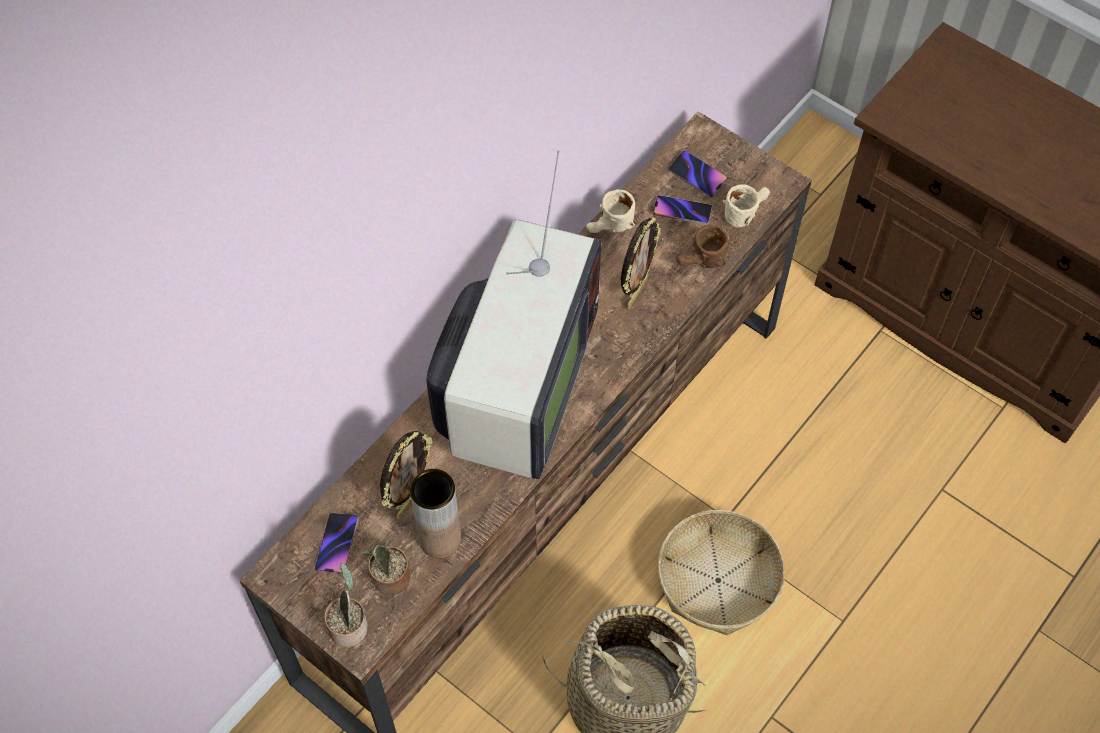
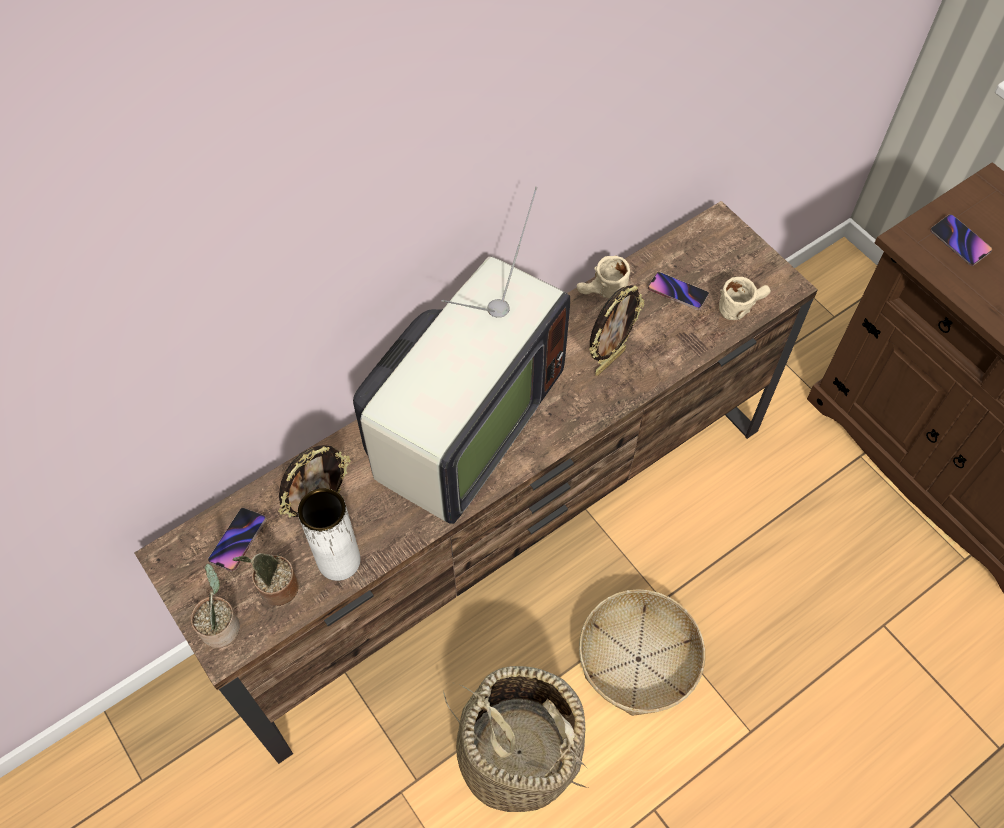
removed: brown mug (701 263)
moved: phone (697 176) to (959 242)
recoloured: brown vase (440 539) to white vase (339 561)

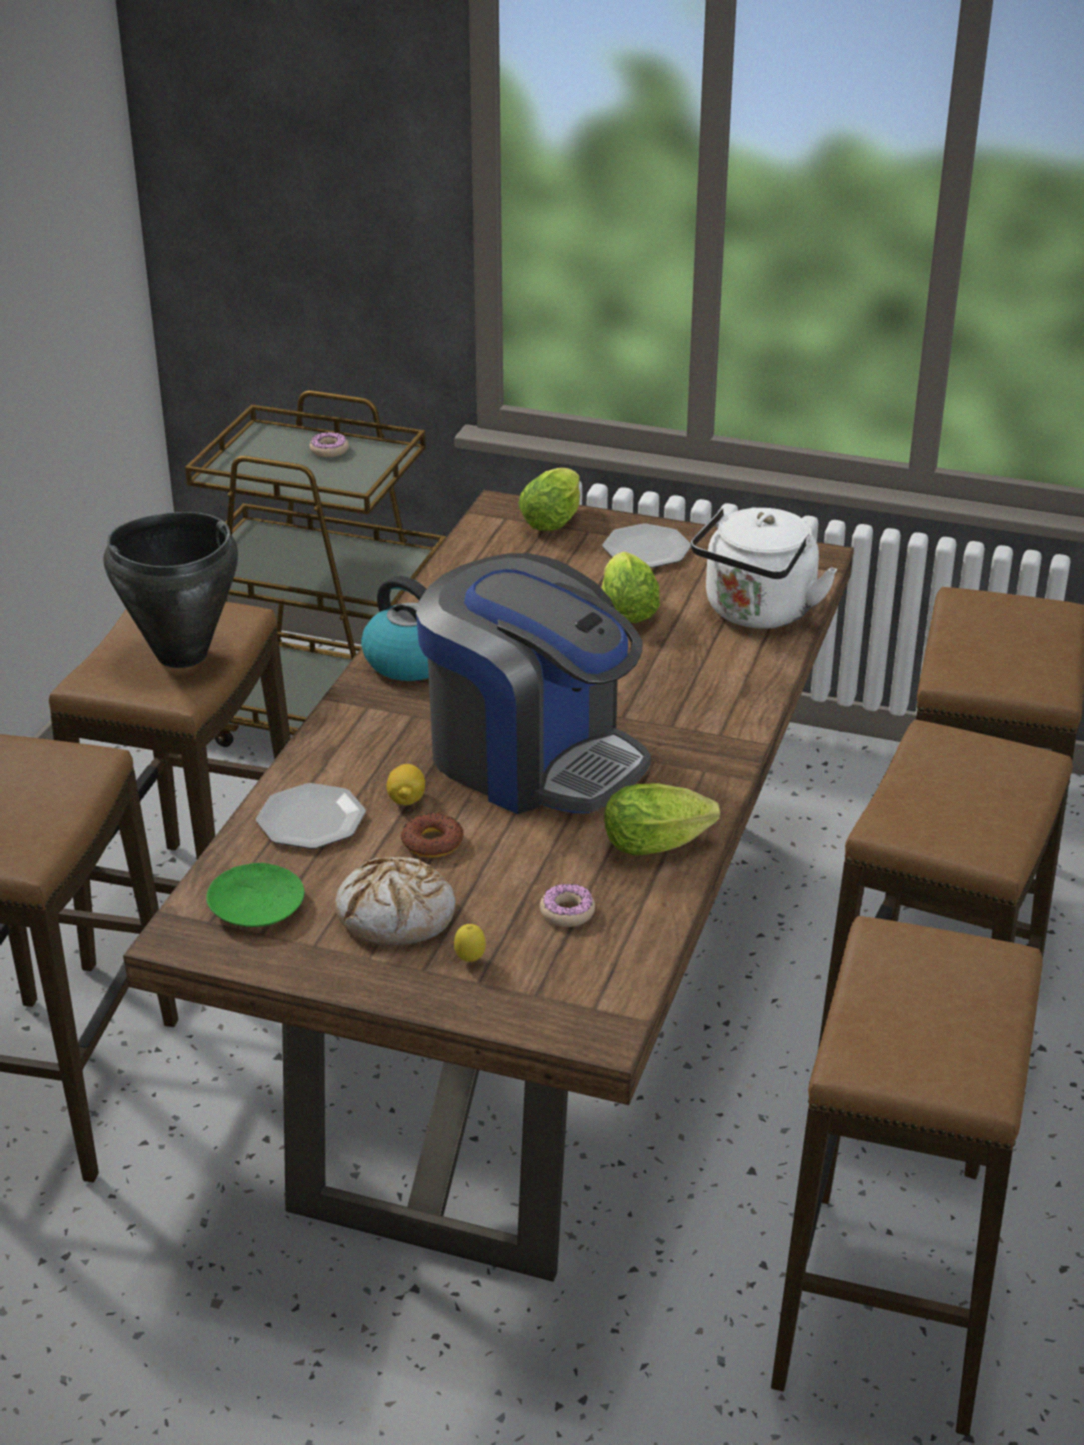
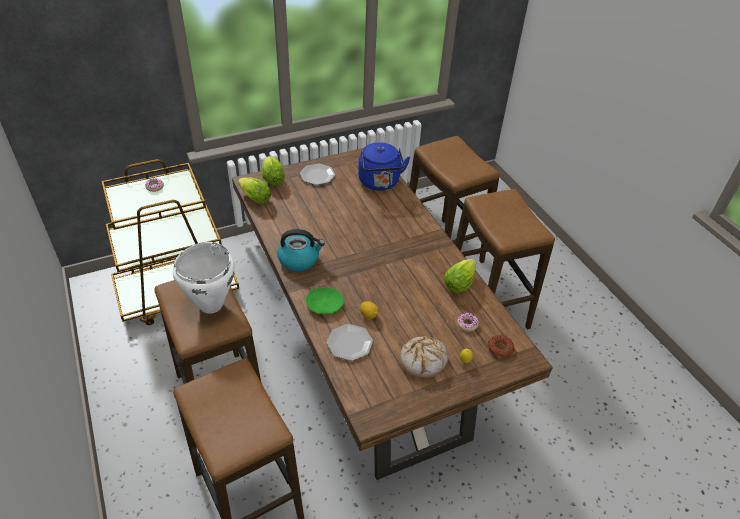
removed: coffee maker (532 758); sitting stool (889 1309)
moved: lettuce (626 608) to (254 198); doughnut (432 842) to (500 348); greenish dinner plate (256 905) to (324 304)
recoloured: white water kettle (756 613) to bluish water kettle (380 183); black cooking pot (180 654) to white cooking pot (210 305)

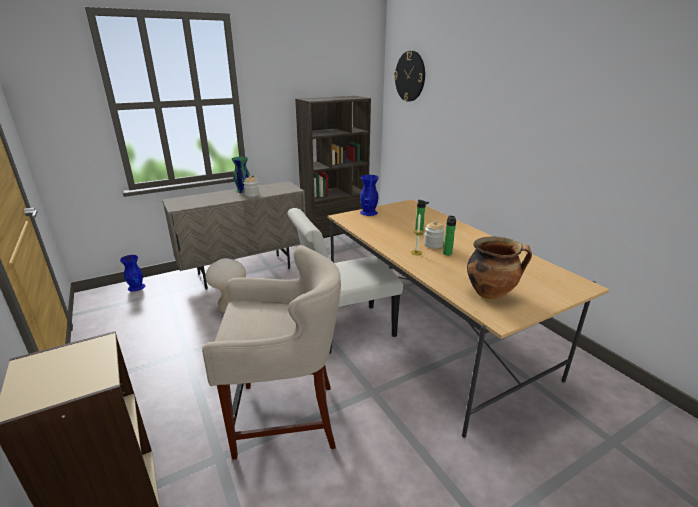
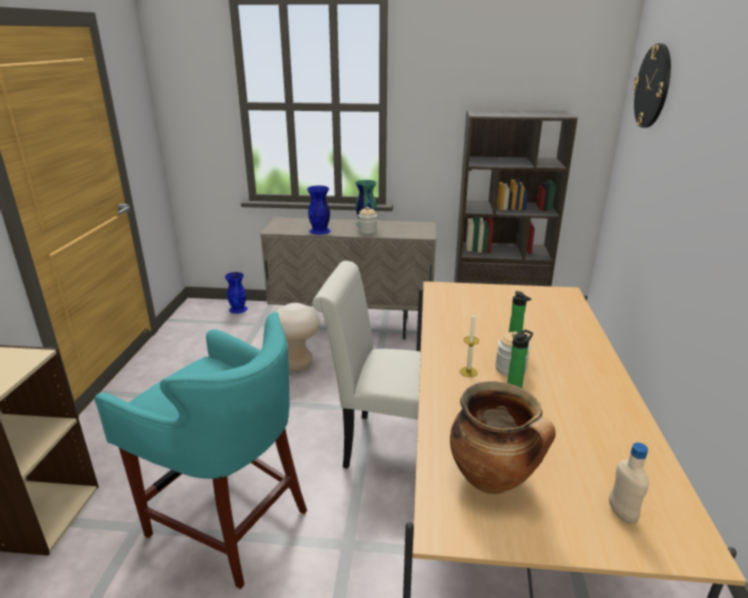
added: sand-coloured beverage bottle (621 513)
moved: bluish vase (368 212) to (319 231)
recoloured: sand-coloured sitting stool (284 417) to turquoise-coloured sitting stool (229 519)

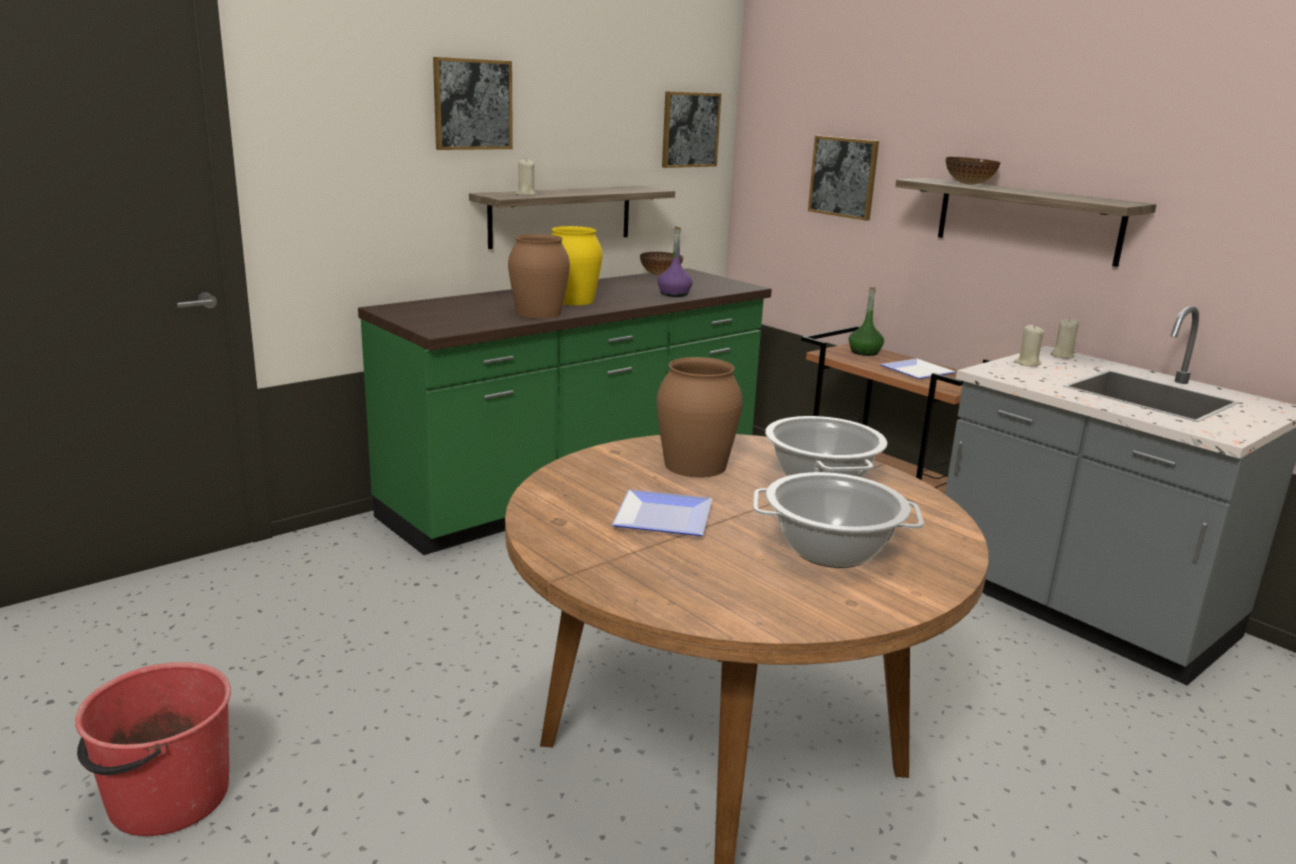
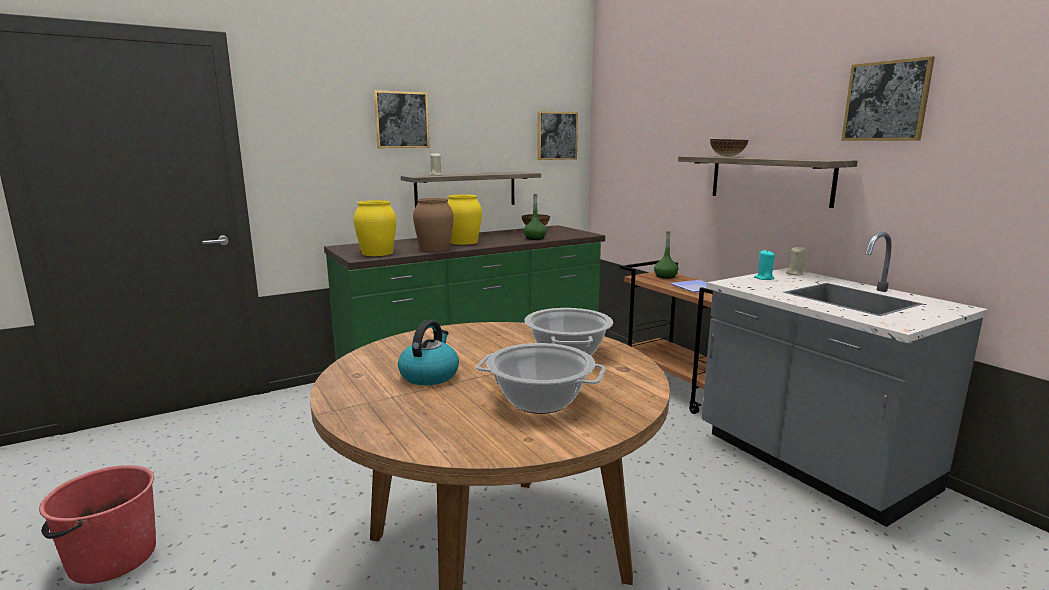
removed: brown vase (694 465)
added: yellow vase (377 253)
moved: wall art (843 177) to (886 101)
replaced: dinner plate (659 518) to water kettle (429 375)
recoloured: purple-coloured beverage bottle (674 294) to greenish beverage bottle (535 238); sand-coloured candle (1027 363) to turquoise-coloured candle (763 278)

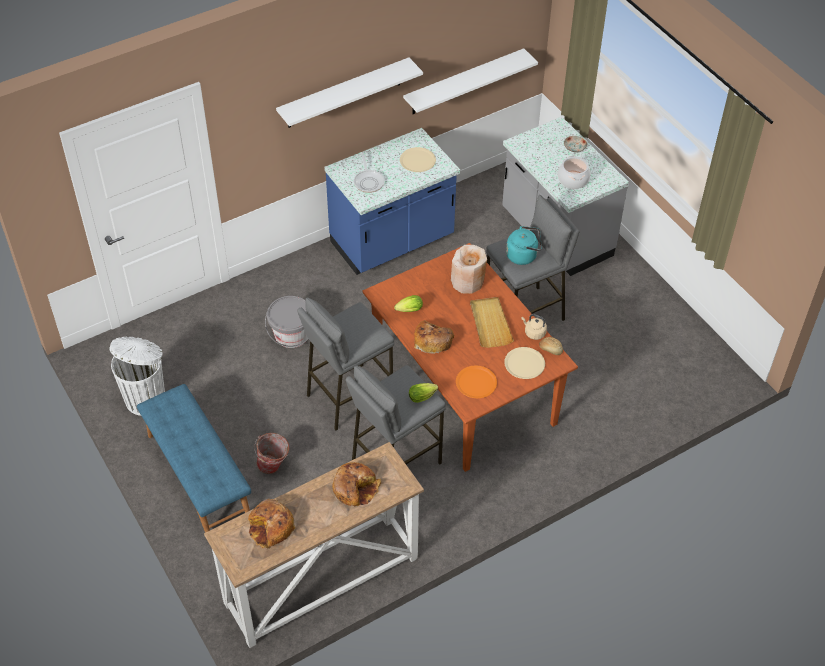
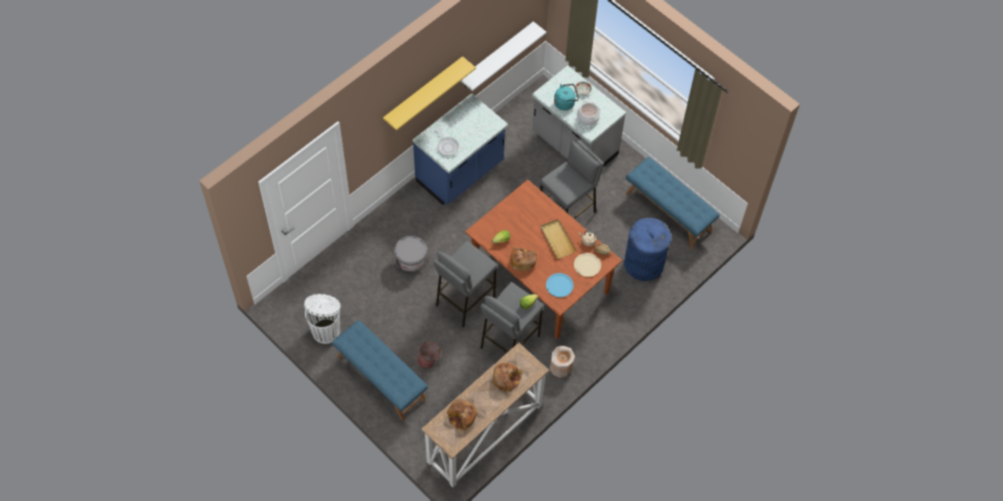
removed: sand-coloured dinner plate (417 160)
added: bluish bench (668 212); bluish trash can (644 263)
moved: turquoise-coloured water kettle (523 255) to (565 103); sand-coloured vase (468 281) to (561 367)
recoloured: white bracket shelf (344 93) to yellow bracket shelf (423 92); orangey dinner plate (476 382) to bluish dinner plate (559 285)

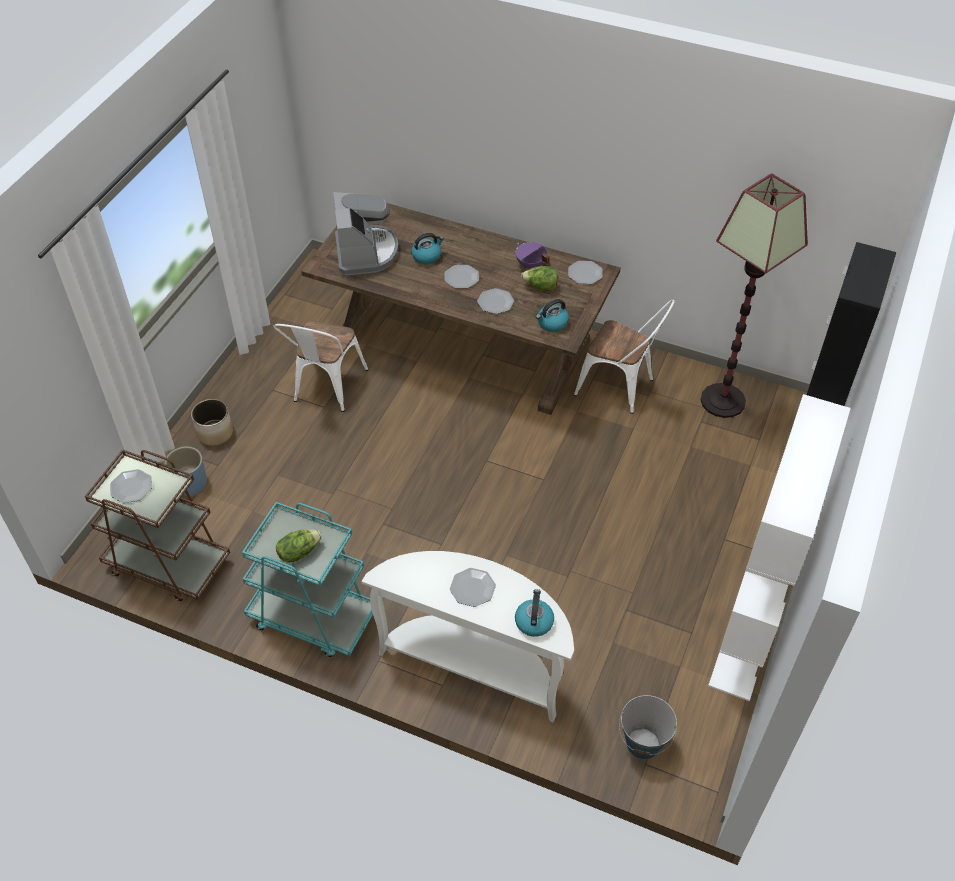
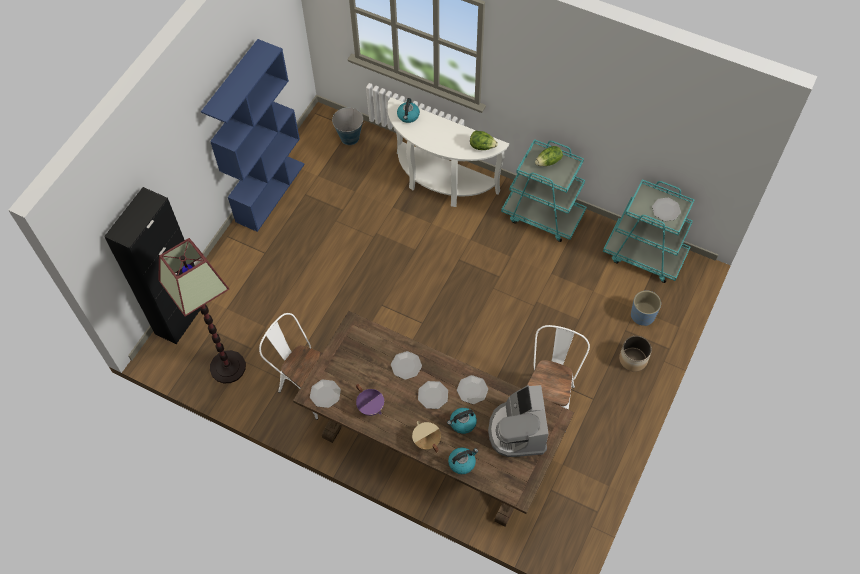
added: sand-coloured cooking pot (426 441)
moved: lettuce (540 287) to (482 146); water kettle (552 323) to (462 462); dinner plate (472 588) to (472 390)
recoloured: white shelving unit (748 633) to bluish shelving unit (270 192); brown trolley (167 564) to turquoise-coloured trolley (645 255)

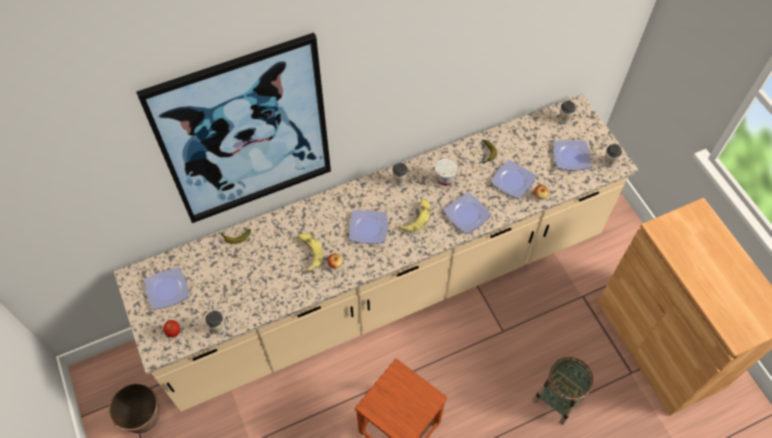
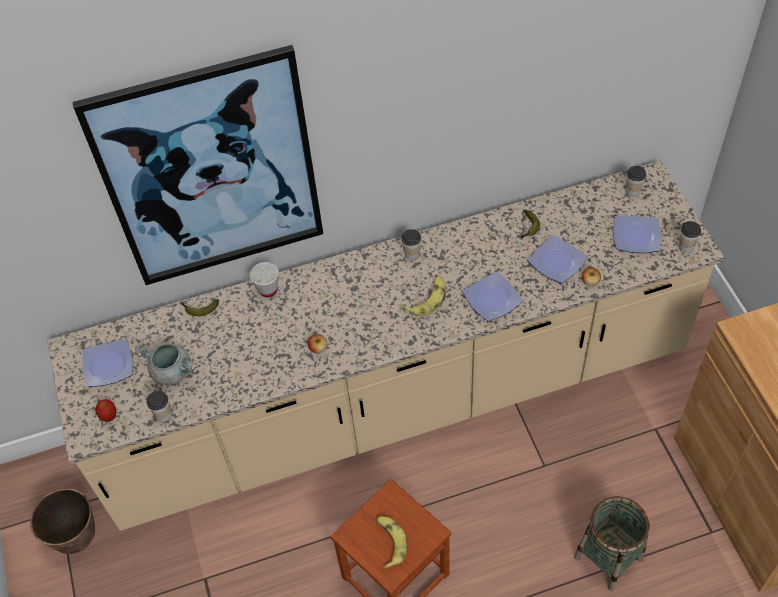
removed: dinner plate (367 227)
added: grey cooking pot (172 371)
moved: white drinking cup (444 180) to (268 290); banana fruit (310 252) to (390 542)

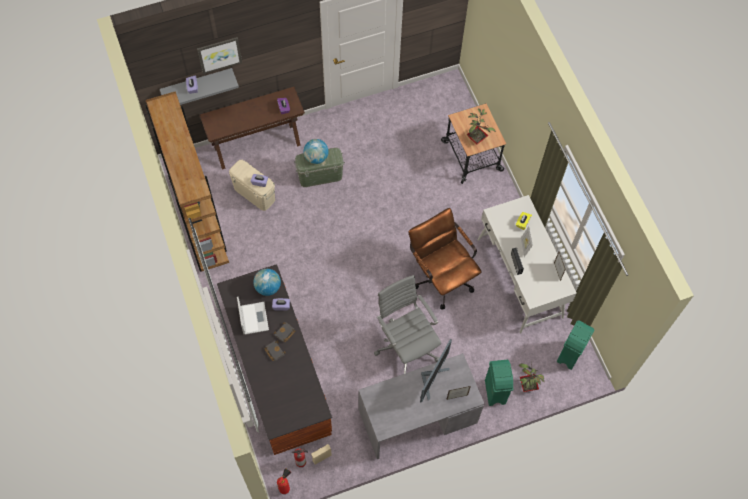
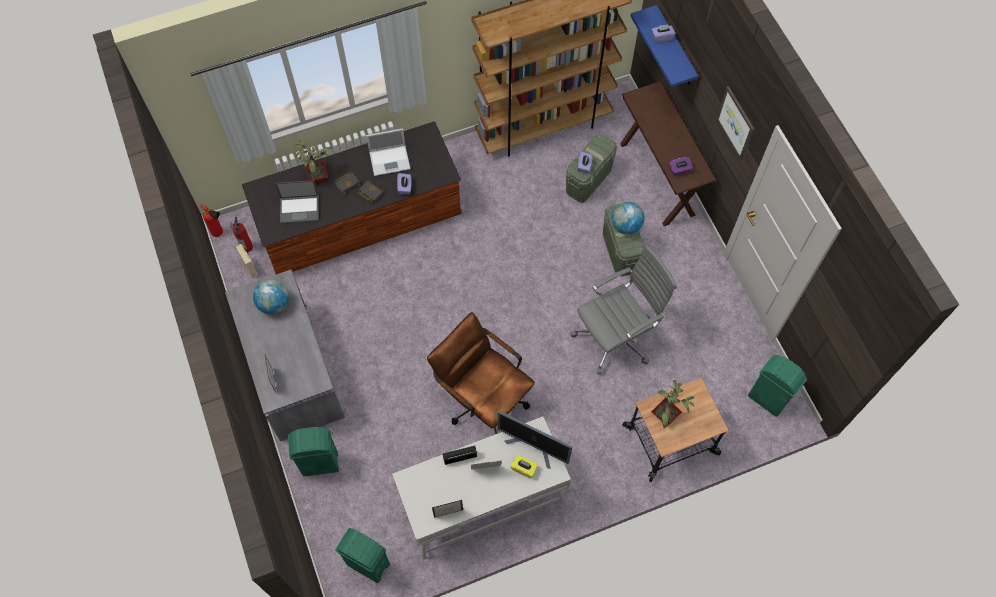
added: laptop (300 209); greenish trash can (768 399)
moved: wall art (219 54) to (736 123); world globe (268 287) to (274 304); grey computer chair (406 345) to (616 336); computer display (432 378) to (534 446); houseplant (527 385) to (318 175)
recoloured: grey bracket shelf (197 84) to bluish bracket shelf (675 48); sand-coloured storage bin (254 193) to greenish storage bin (588 180)
turned: brown computer chair (441 276) = (482 398) 105 degrees counterclockwise

